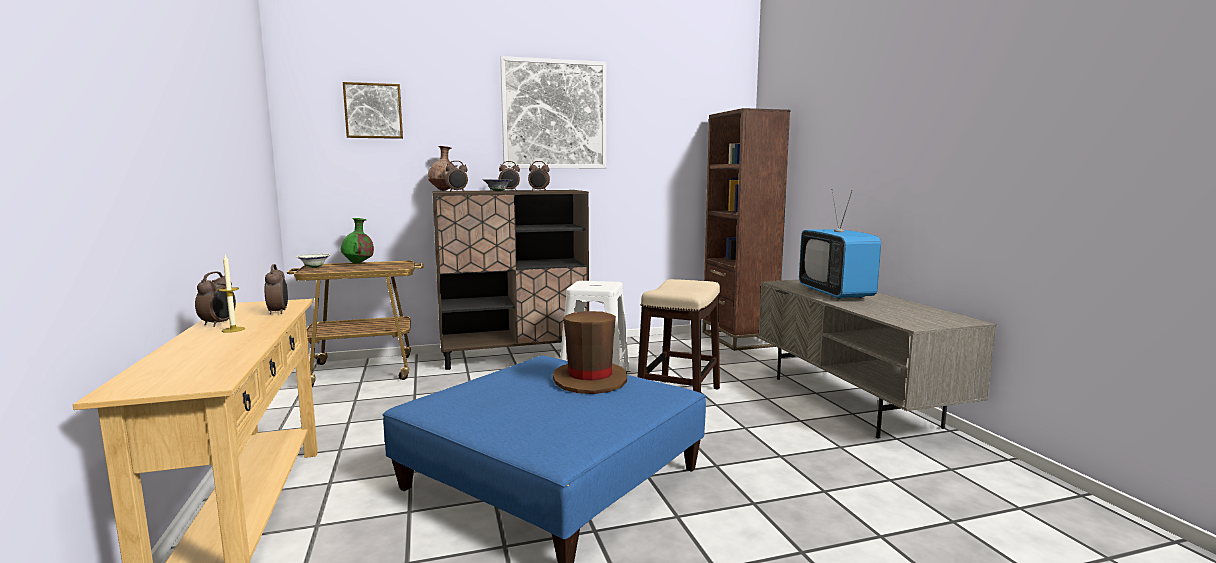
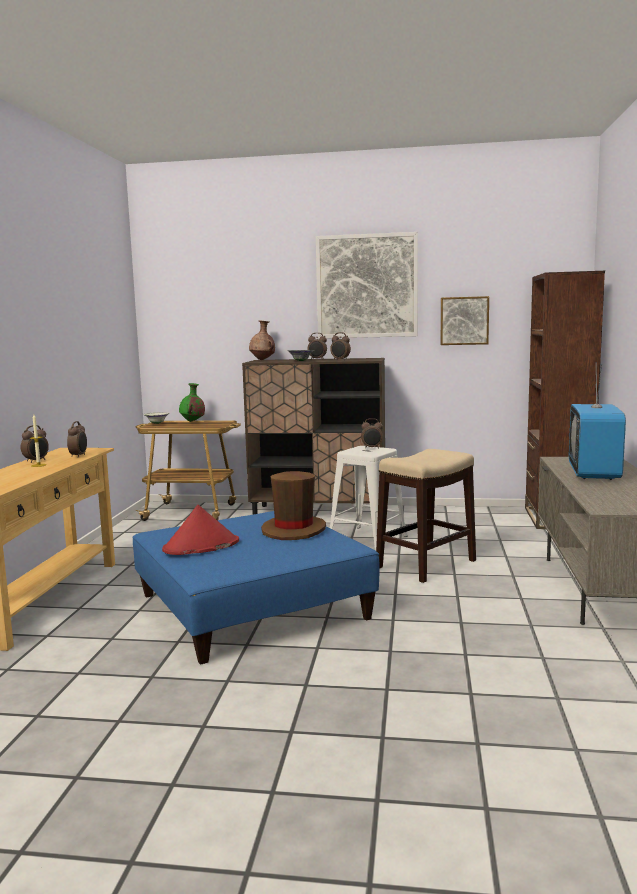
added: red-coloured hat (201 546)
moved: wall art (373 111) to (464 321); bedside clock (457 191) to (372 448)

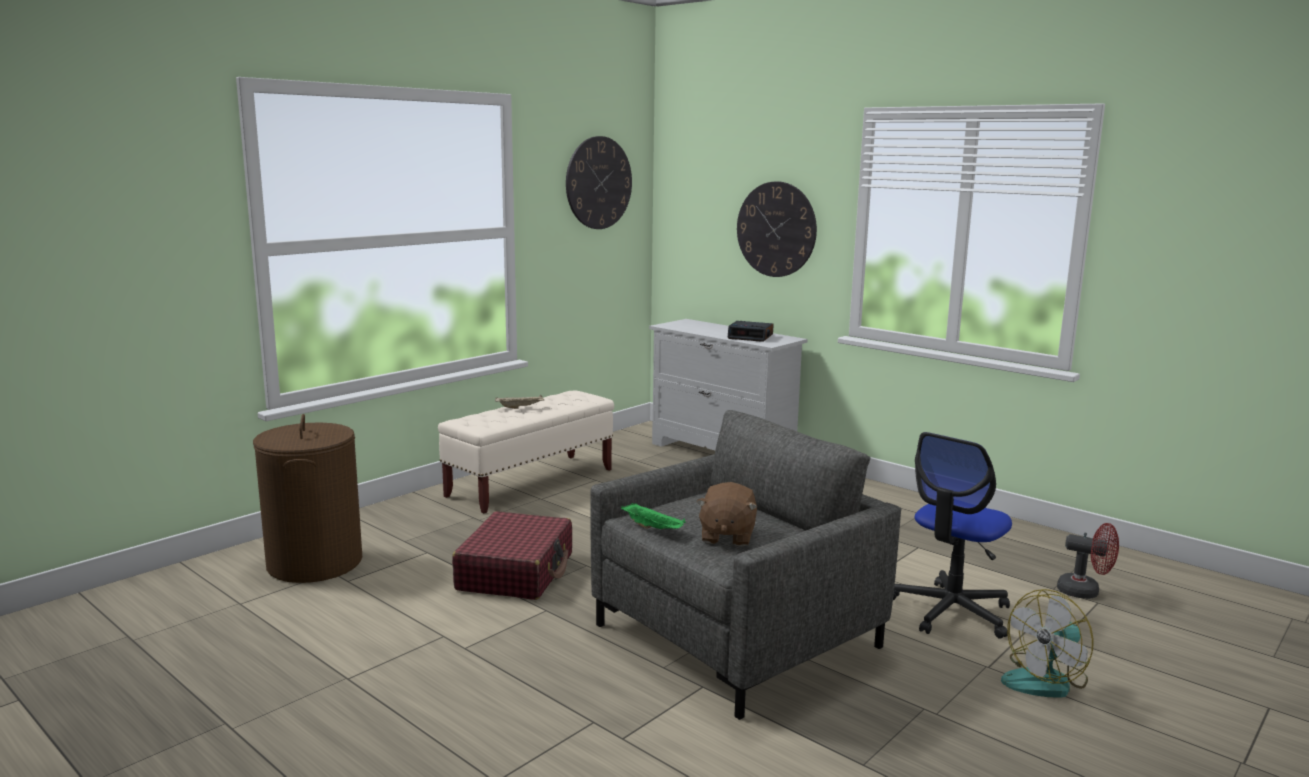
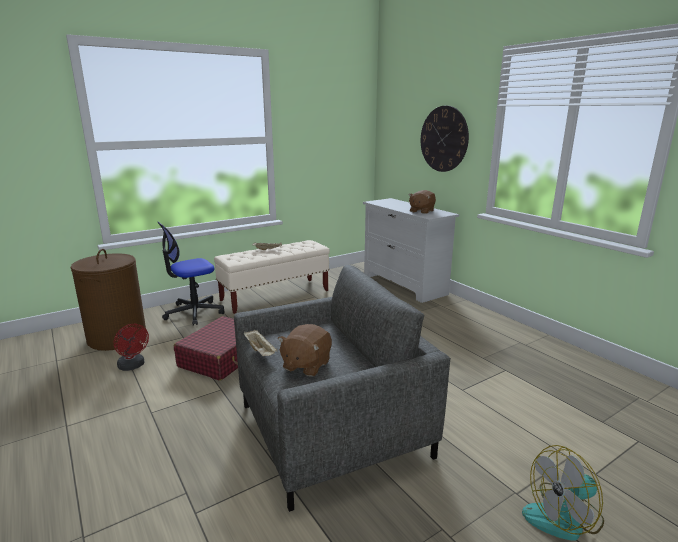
removed: clock on the wall (598 183)
moved: computer chair (951 611) to (194 313); red-coloured cooling fan (1085 592) to (133 366)
replaced: bedside clock (751 337) to brown soft toy (421 211)
recoloured: greenish tray (653 528) to sand-coloured tray (260 351)

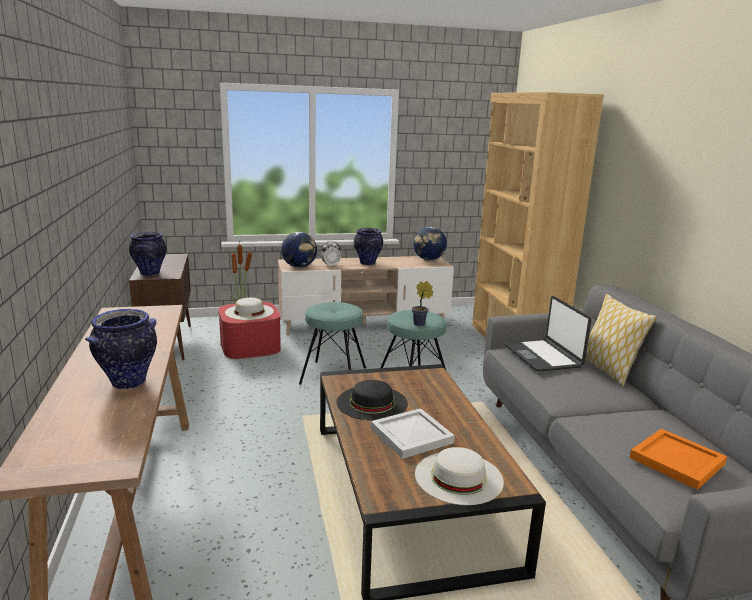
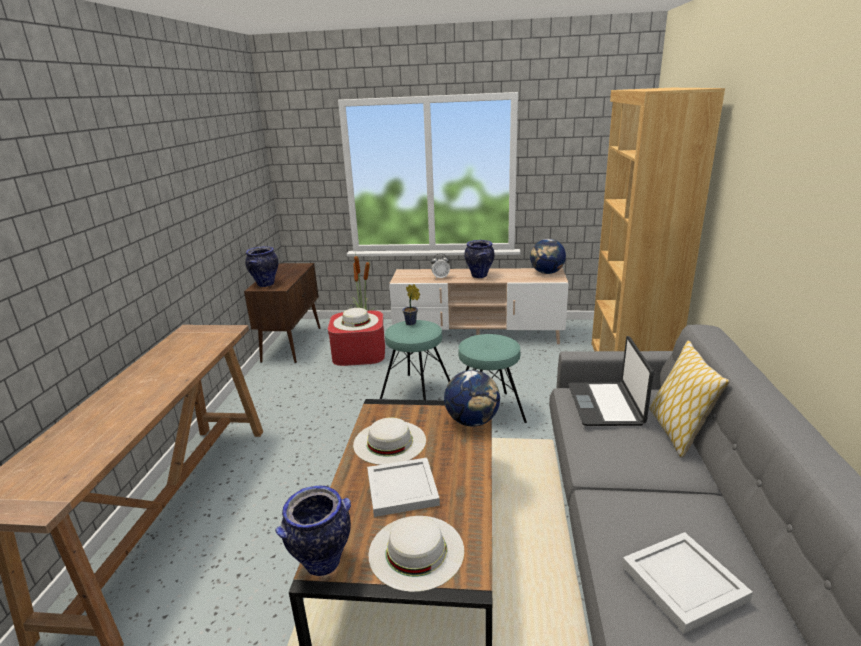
moved: world globe (299 266) to (472 421); houseplant (420 324) to (412 323); vase (128 383) to (322 564)
recoloured: black hat (372 402) to white hat (389 442); orangey tray (677 462) to white tray (683 584)

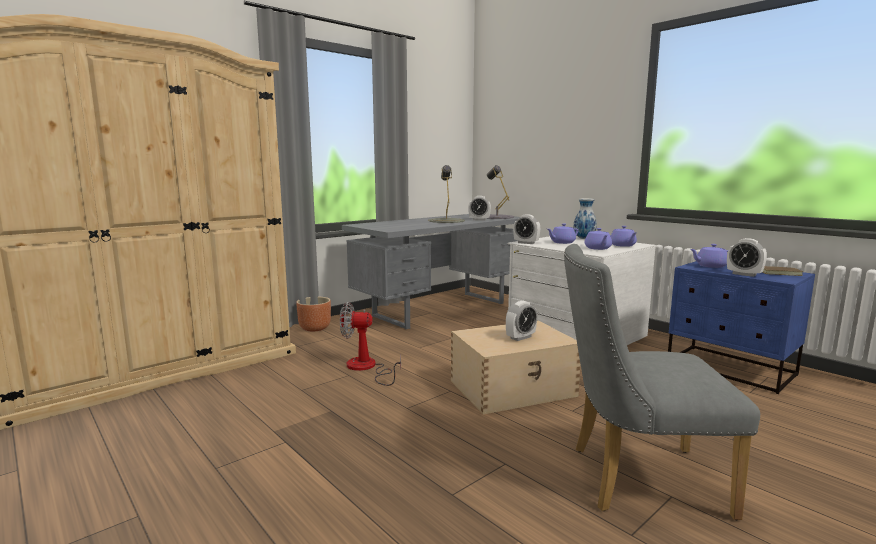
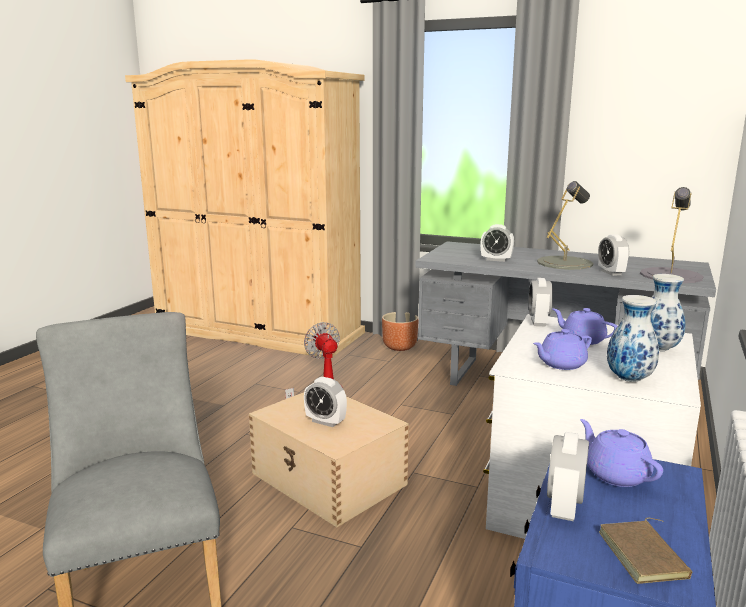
added: bedside clock (496 260)
replaced: purple-coloured teapot (623 245) to vase (630 379)

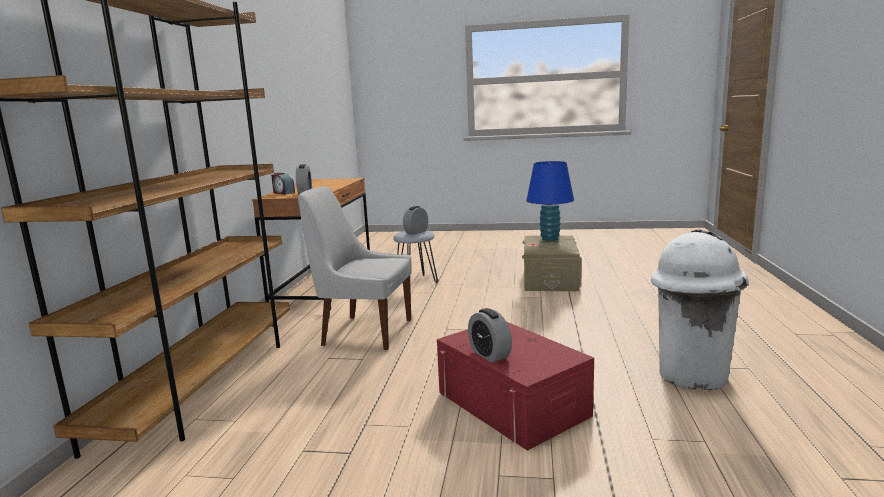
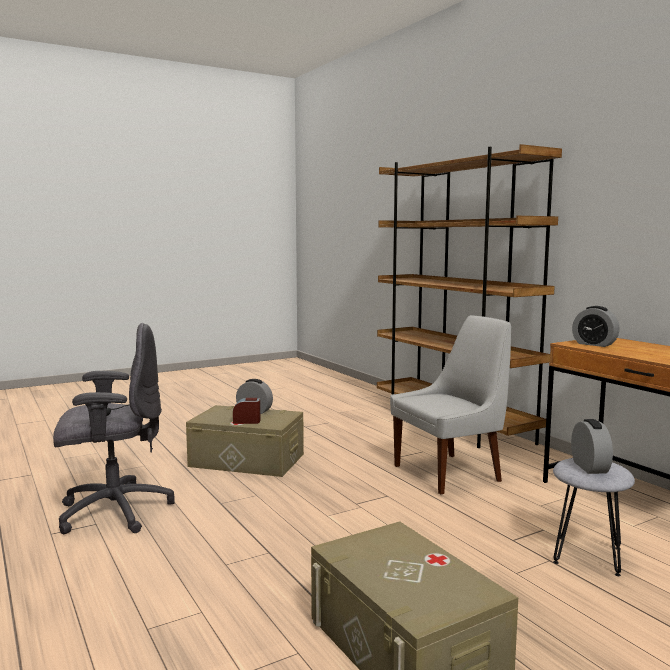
removed: bluish tabletop lamp (549 238)
moved: bedside clock (283 193) to (247 421)
replaced: white trash can (691 375) to grey computer chair (113 511)
recoloured: red-coloured storage bin (512 404) to sand-coloured storage bin (247 460)

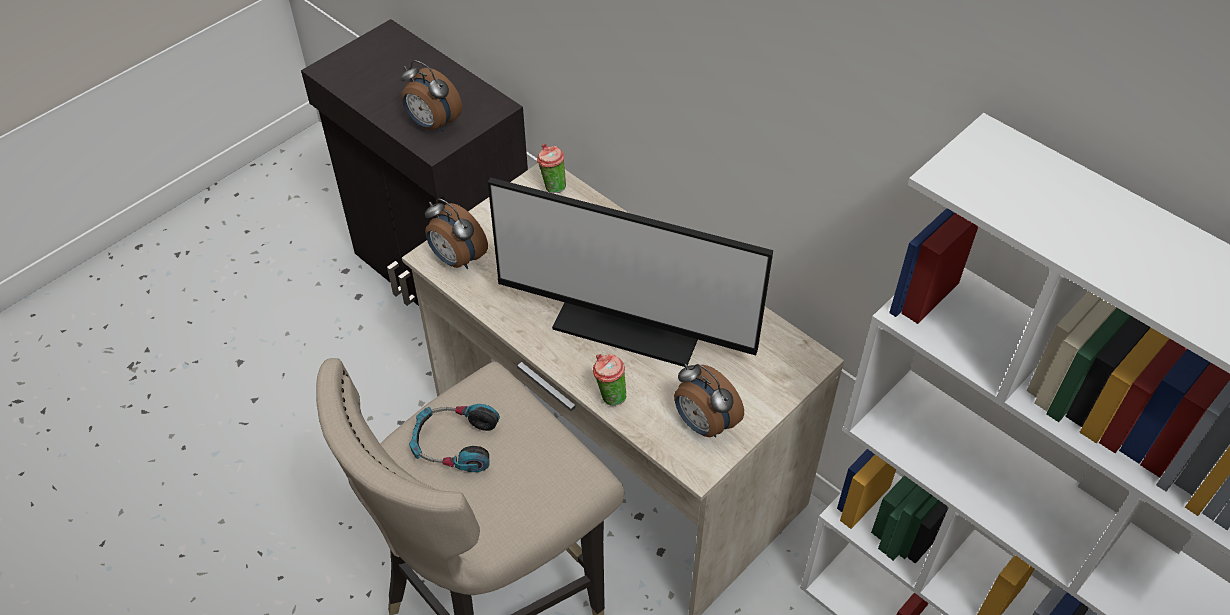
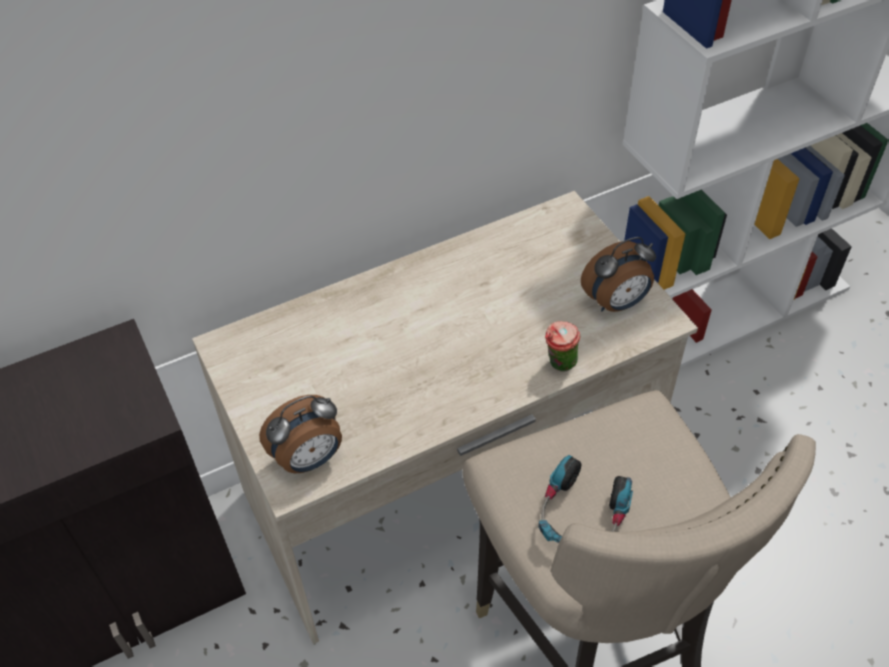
removed: bedside clock (432 124); drinking cup (552 186); computer display (631 320)

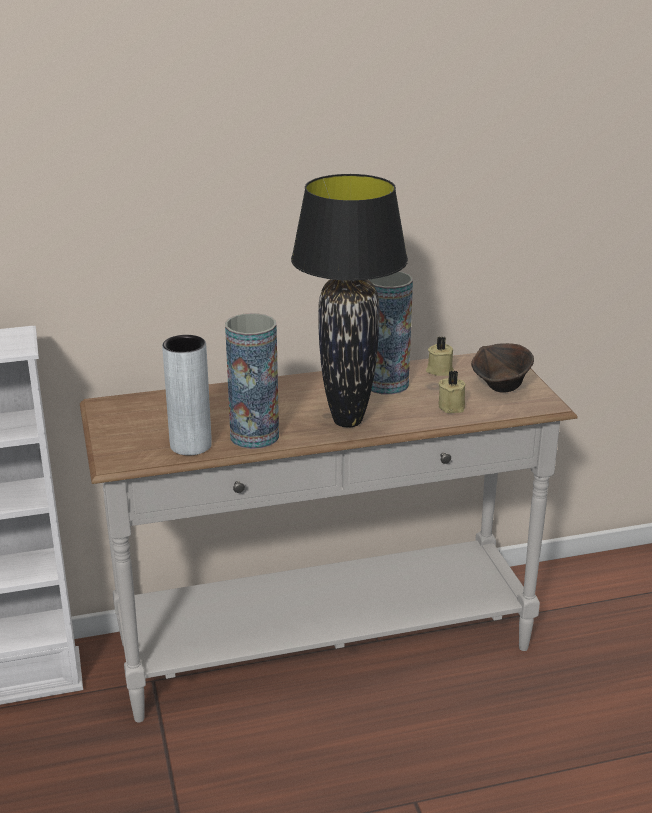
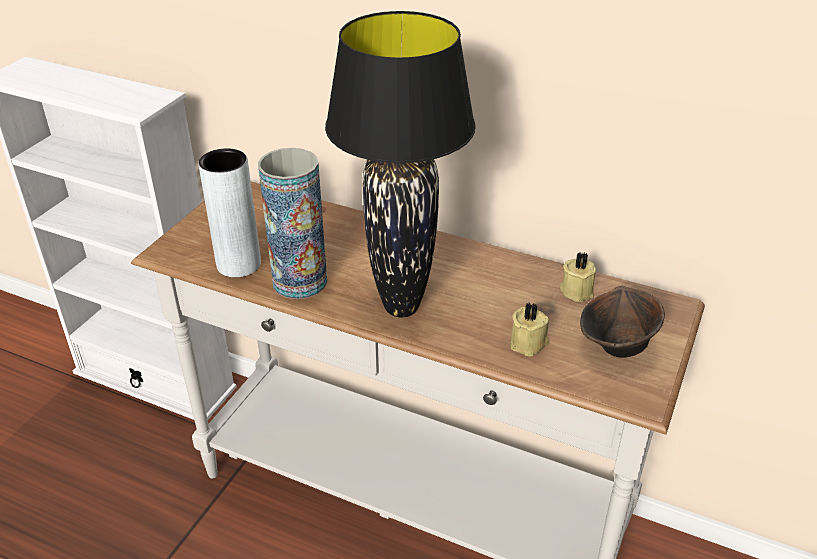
removed: vase (386 384)

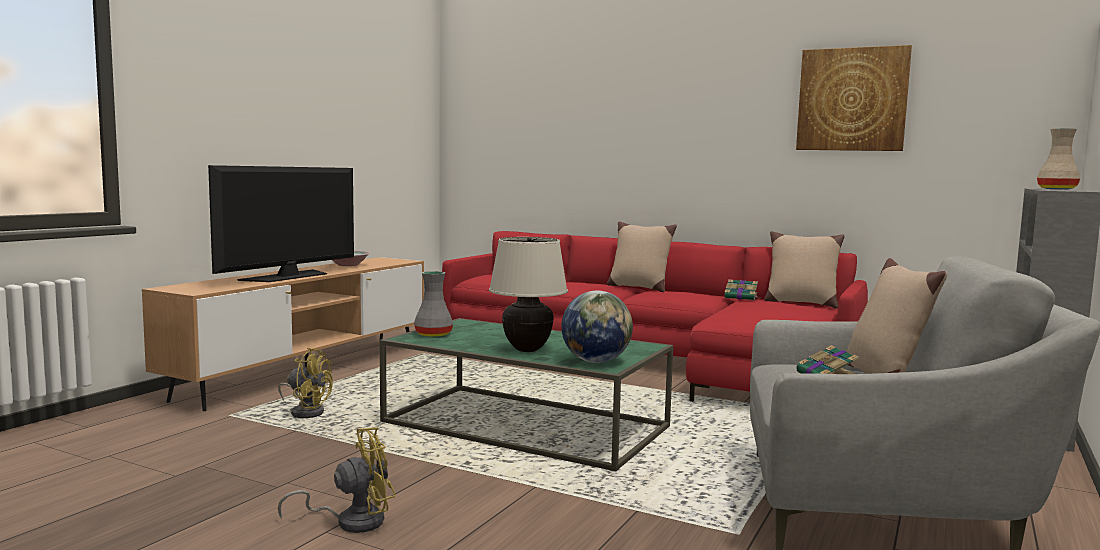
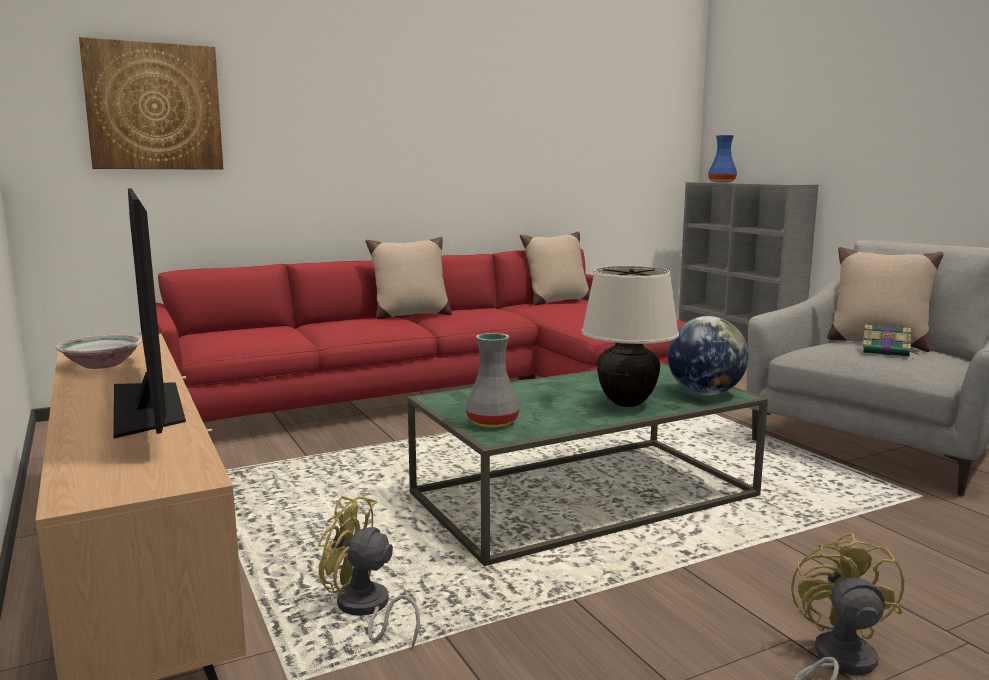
removed: volume (741 297)
moved: wall art (852 99) to (154 107)
recoloured: sand-coloured vase (1056 189) to bluish vase (721 182)
turned: yellow cooling fan (306 412) = (365 610) 120 degrees counterclockwise

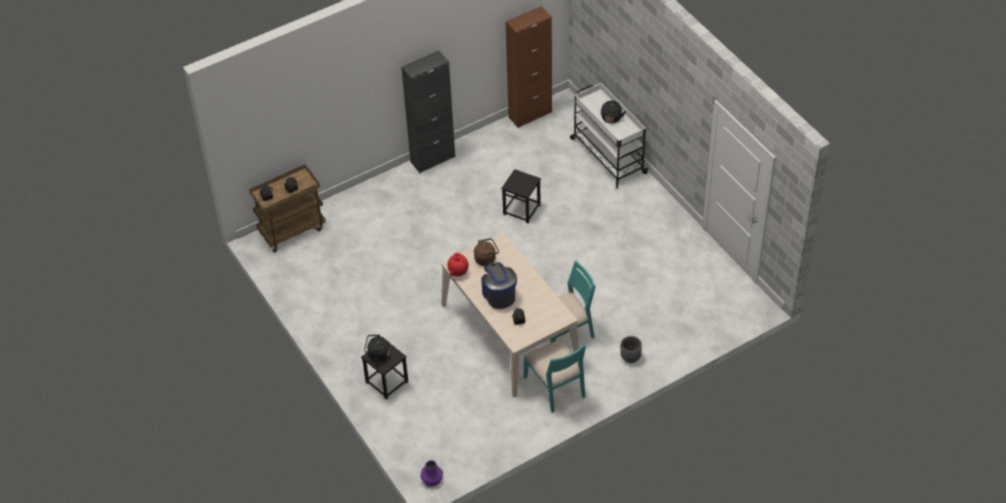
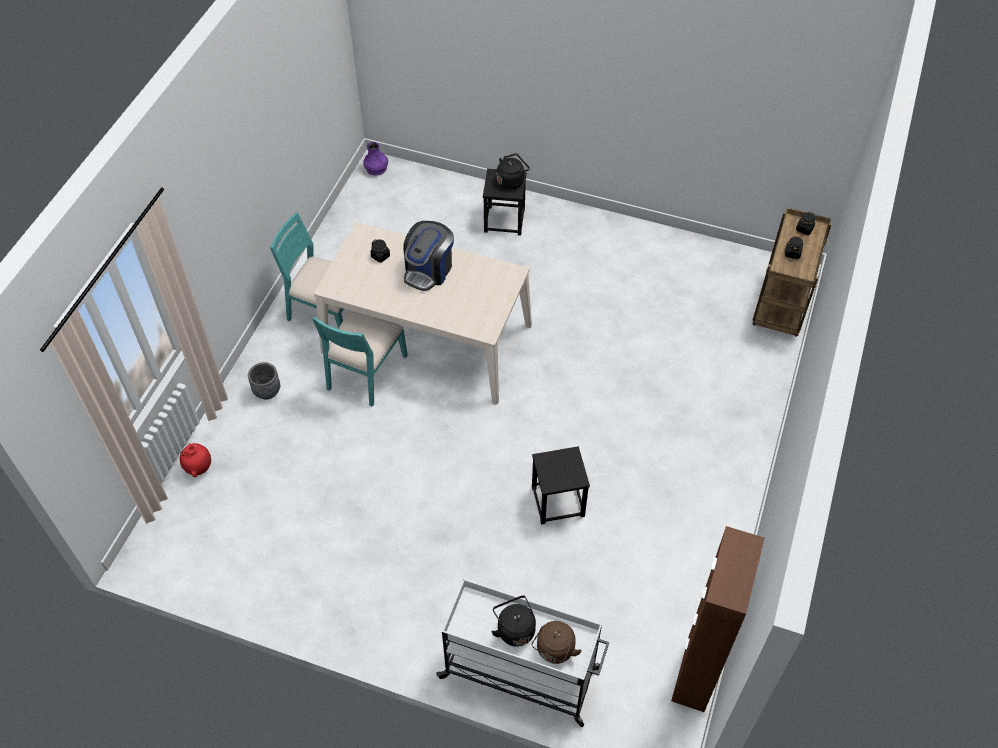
removed: black cupboard (432 159)
moved: brown water kettle (486 259) to (554 651); red-coloured vase (458 272) to (199 468)
turned: coffee maker (499 294) = (429 270) 90 degrees clockwise

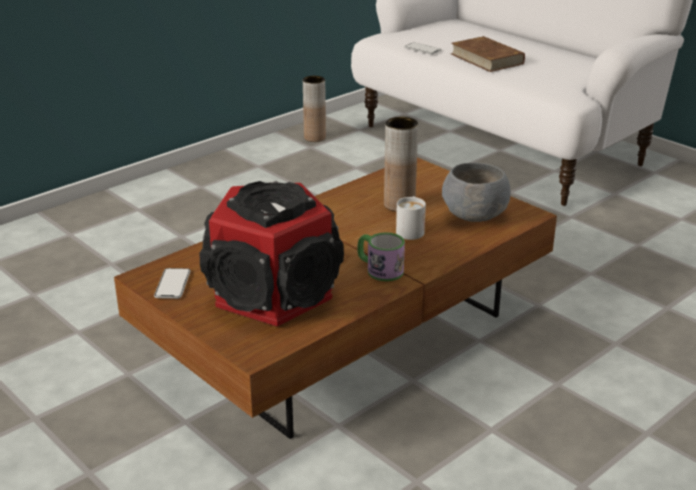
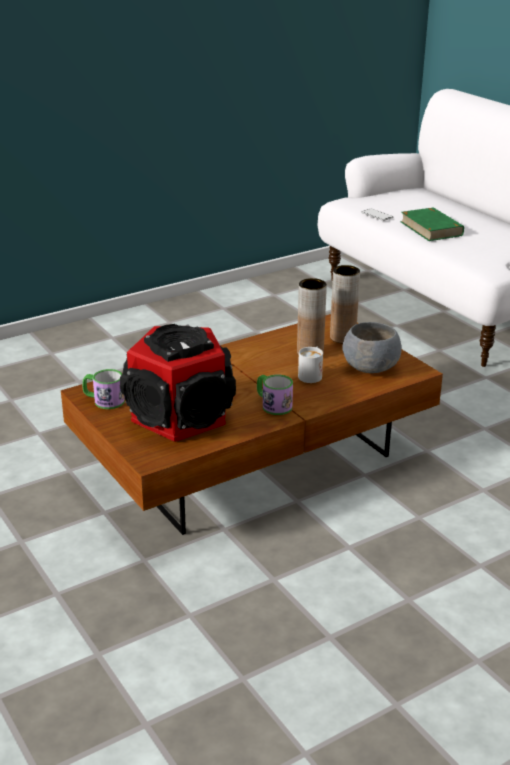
moved: brown vase (314 138) to (342 338)
replaced: phone (172 284) to mug (104 401)
recoloured: brown volume (487 59) to greenish volume (431 228)

